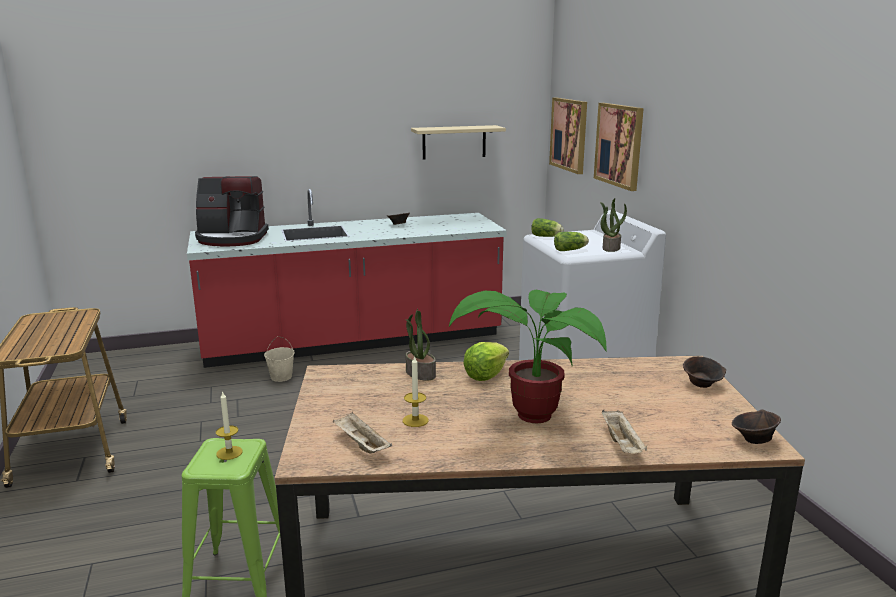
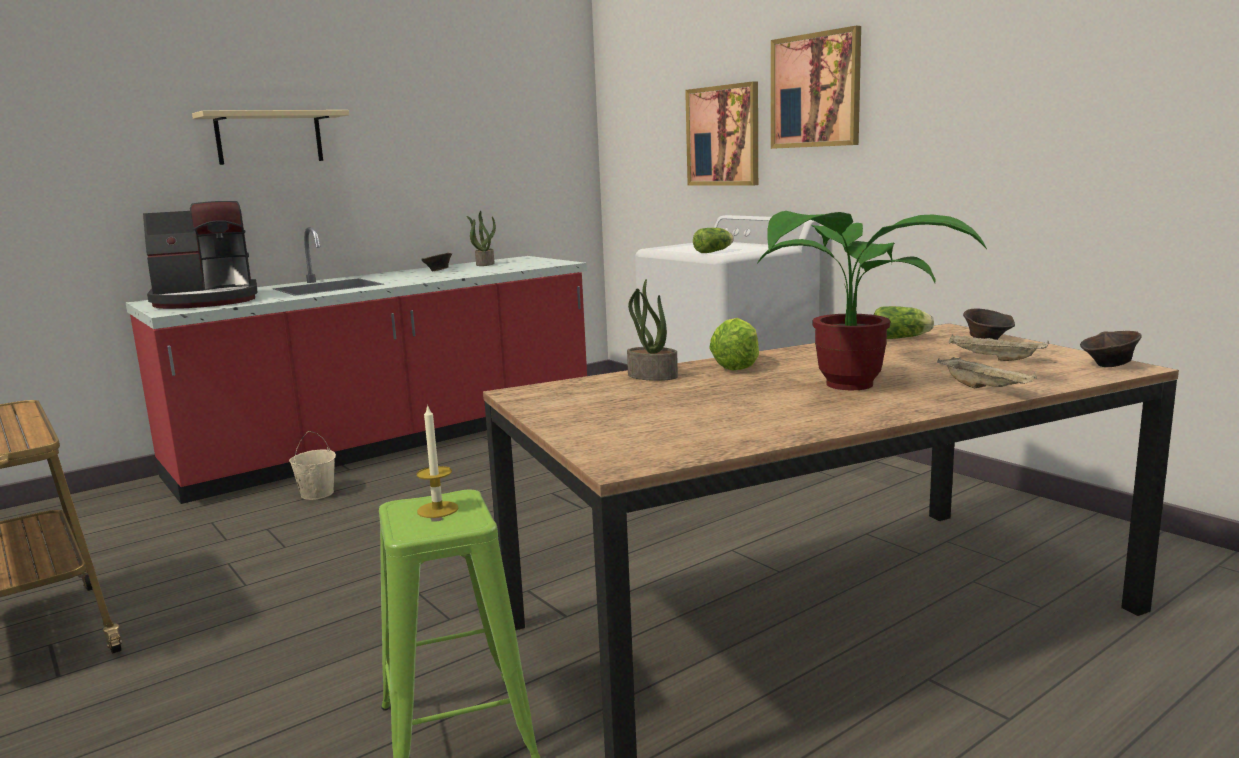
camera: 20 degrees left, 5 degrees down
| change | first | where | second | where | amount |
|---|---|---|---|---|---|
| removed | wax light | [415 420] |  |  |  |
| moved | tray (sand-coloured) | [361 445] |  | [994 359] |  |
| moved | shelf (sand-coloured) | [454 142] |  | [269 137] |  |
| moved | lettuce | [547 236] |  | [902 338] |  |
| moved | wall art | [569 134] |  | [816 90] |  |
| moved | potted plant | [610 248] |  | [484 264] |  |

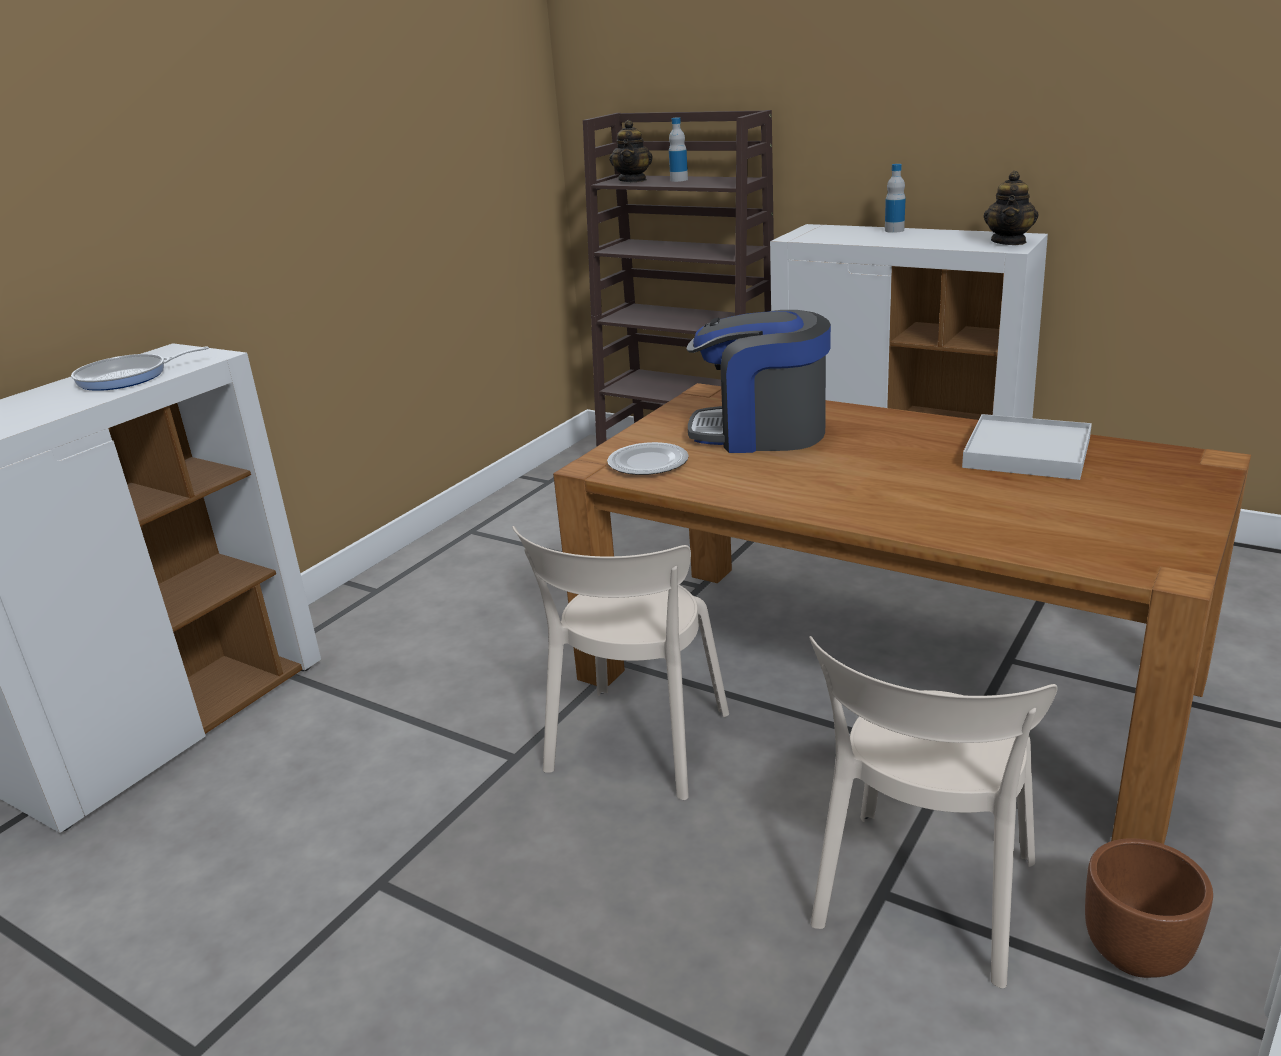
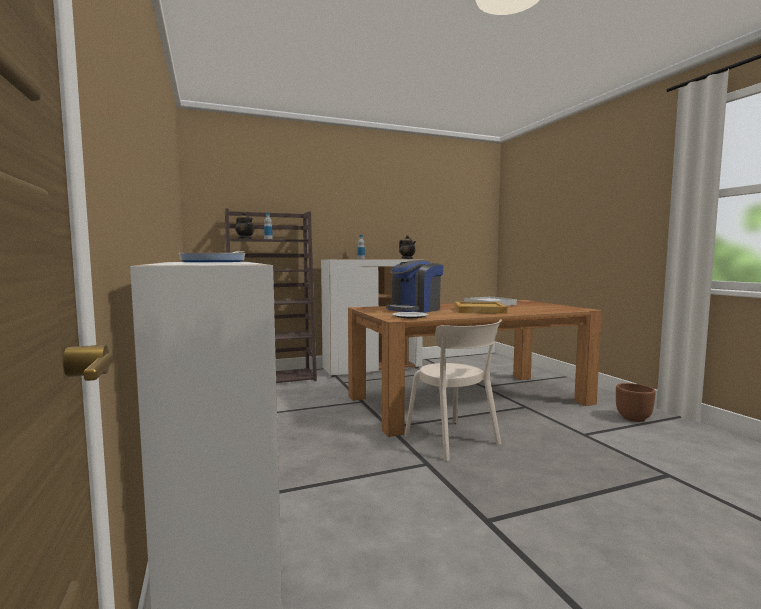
camera: 55 degrees left, 20 degrees down
| change | first | where | second | where | amount |
|---|---|---|---|---|---|
| removed | chair (sand-coloured) | [922 901] |  |  |  |
| added |  |  | tray (sand-coloured) | [479 310] |  |

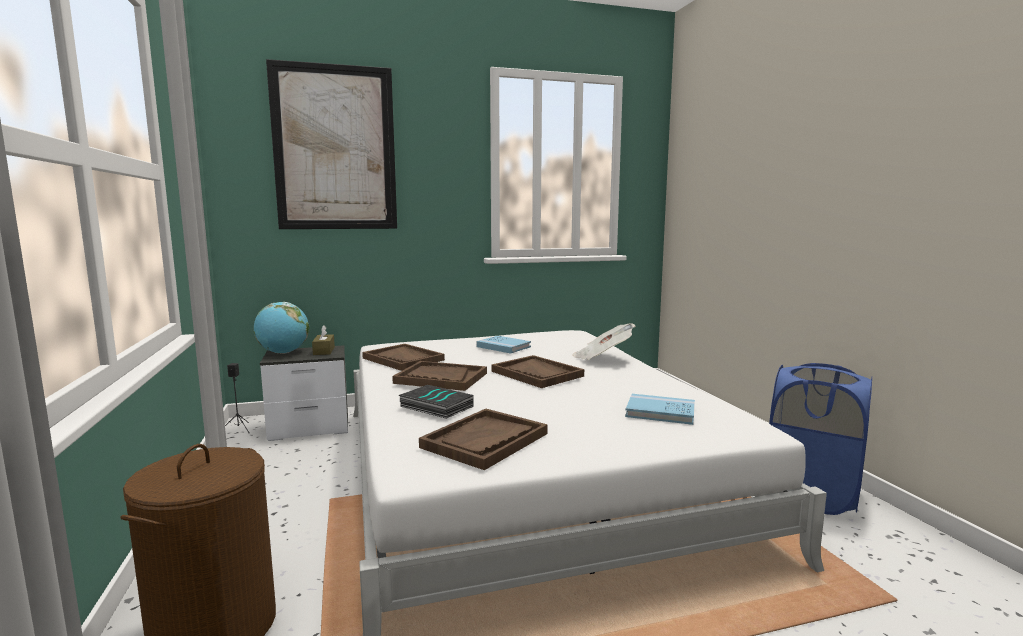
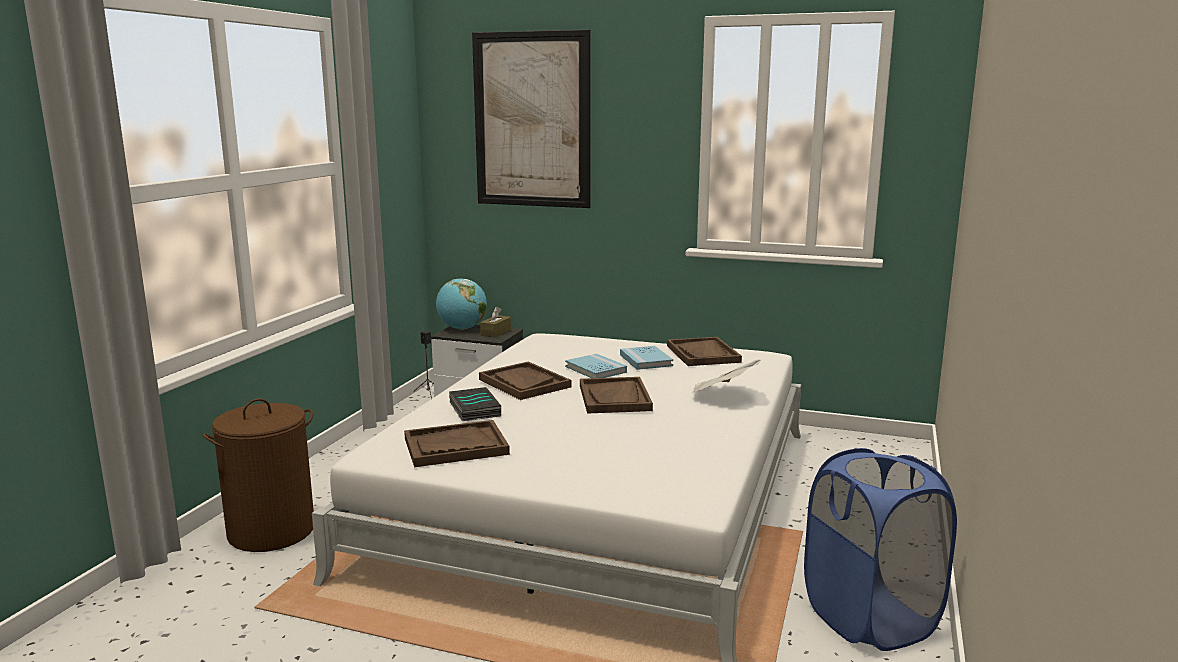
camera: 35 degrees right, 5 degrees up
| change | first | where | second | where | amount |
|---|---|---|---|---|---|
| moved | tray (brownish) | [403 359] |  | [703 354] |  |
| moved | volume (blue) | [660 412] |  | [595 369] |  |

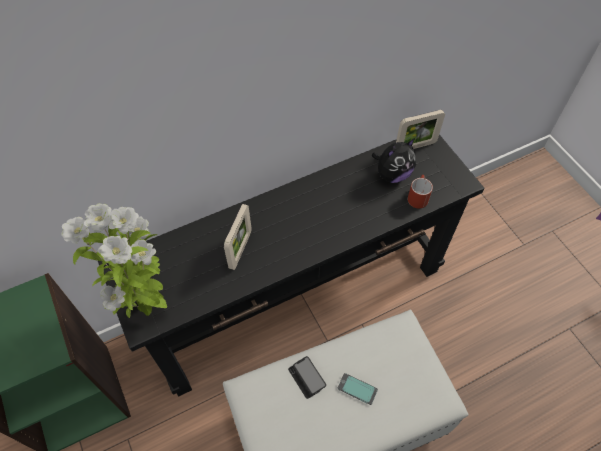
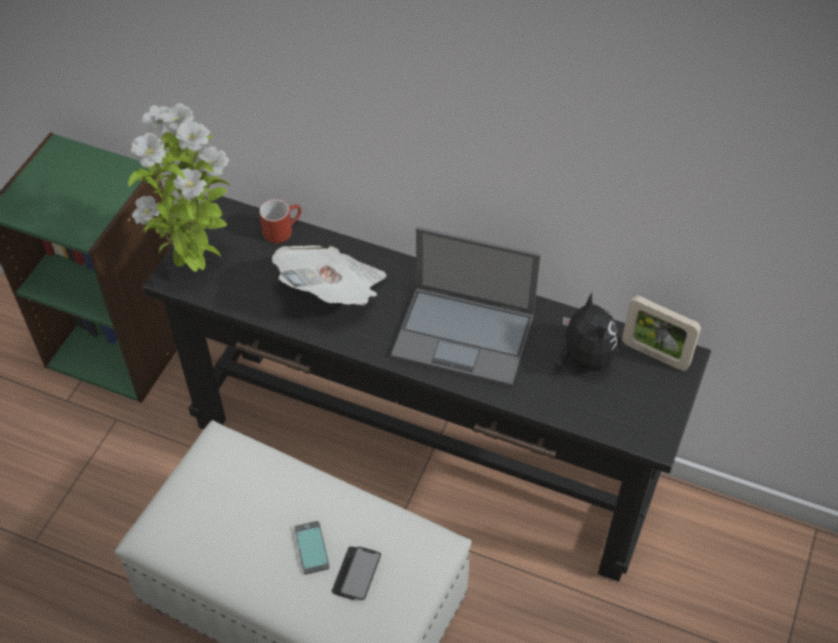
camera: 50 degrees right, 5 degrees down
| change | first | where | second | where | amount |
|---|---|---|---|---|---|
| added |  |  | notebook computer | [465 335] |  |
| moved | phone | [307 377] |  | [356 574] |  |
| moved | tea mug (red) | [417 196] |  | [282 229] |  |
| replaced | standing frame | [240 250] | daily paper | [333 292] |  |
| turned | cuddly toy | [392 174] |  | [584 359] | 120 degrees counterclockwise |

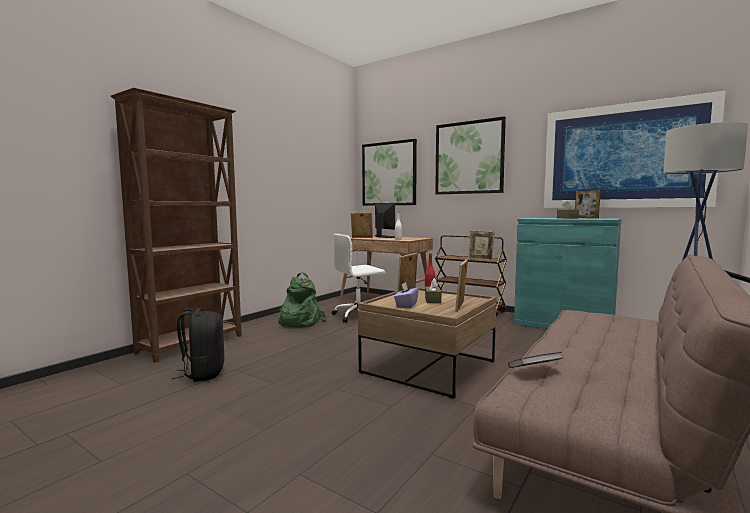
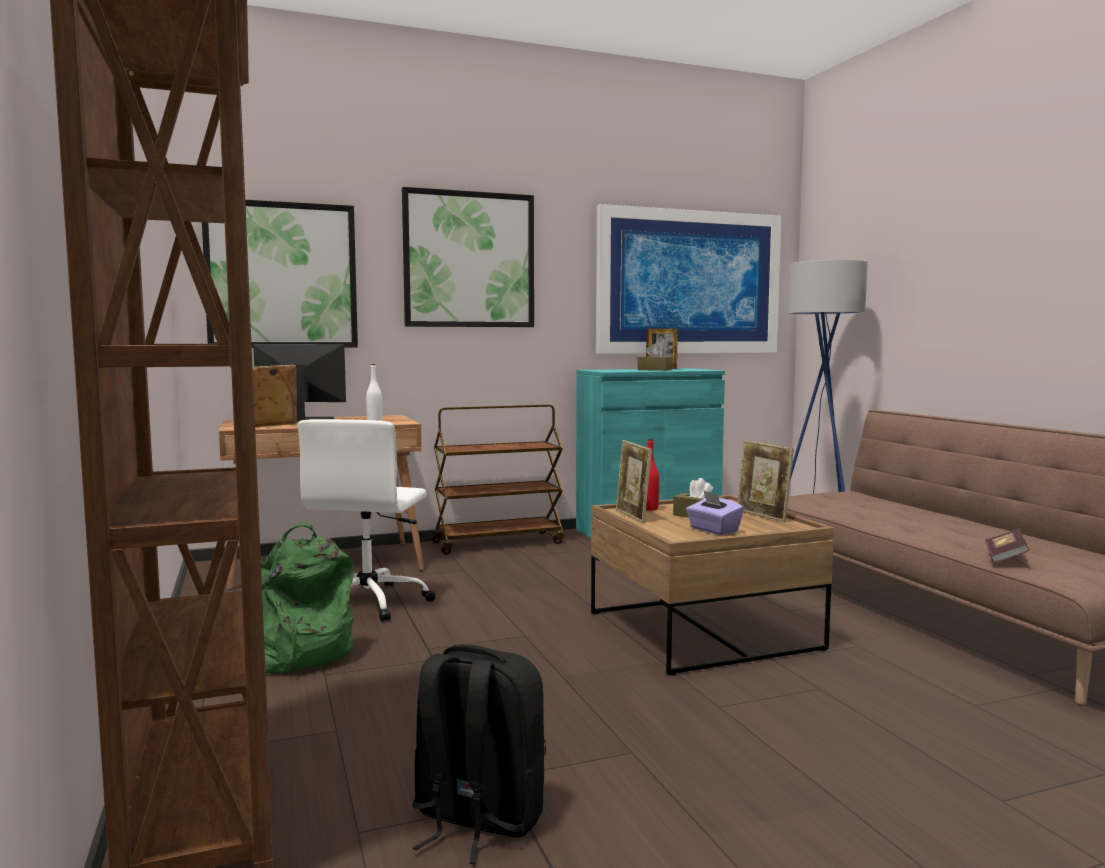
camera: 55 degrees left, 0 degrees up
| change | first | where | second | where | amount |
|---|---|---|---|---|---|
| removed | standing frame | [480 260] |  |  |  |

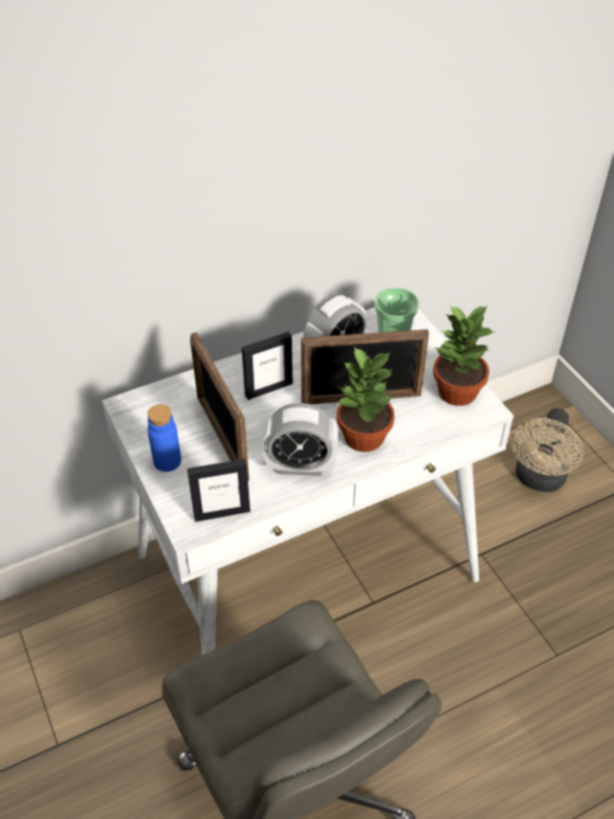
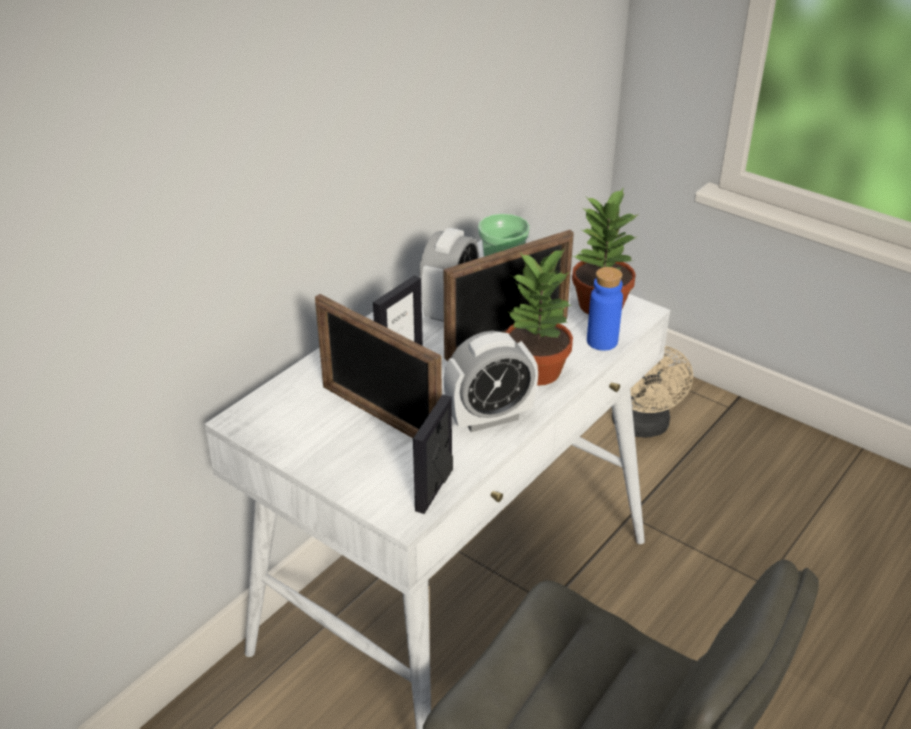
camera: 25 degrees left, 10 degrees down
| change | first | where | second | where | amount |
|---|---|---|---|---|---|
| moved | drink bottle (blue) | [167 461] |  | [602 341] |  |
| turned | standing frame | [222 513] |  | [434 489] | 150 degrees clockwise |

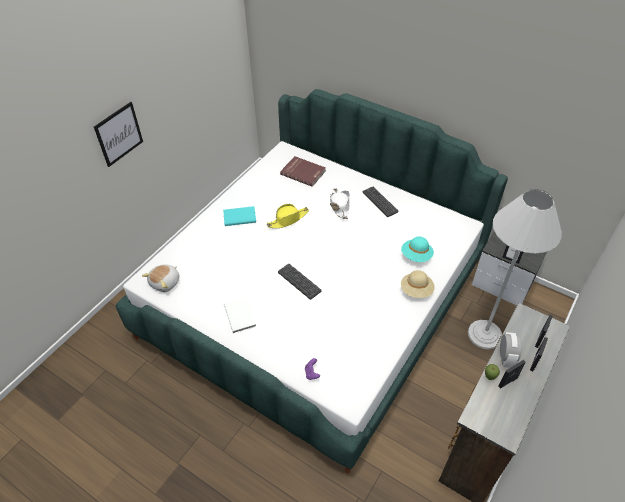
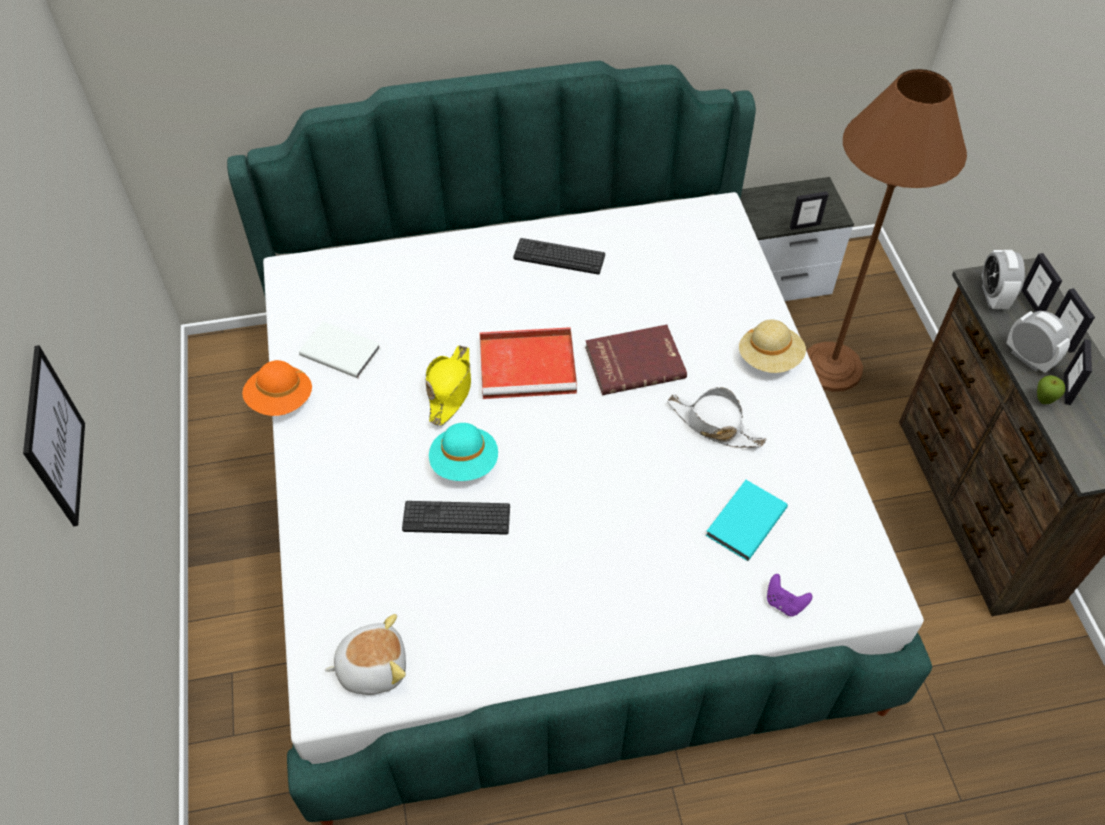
camera: 45 degrees left, 5 degrees up
| change | first | where | second | where | amount |
|---|---|---|---|---|---|
| added |  |  | wearable hat (orangey) | [281 400] |  |
| added |  |  | tray (red) | [529 365] |  |
| added |  |  | bedside clock | [992 296] |  |
| moved | volume (turquoise) | [239 217] |  | [744 521] |  |
| moved | volume (white-coloured) | [240 315] |  | [340 350] |  |
| moved | computer keyboard | [299 281] |  | [456 518] |  |
| moved | volume (red) | [303 172] |  | [634 361] |  |
| moved | wearable hat (white-coloured) | [339 206] |  | [714 425] |  |
| moved | wearable hat (turquoise) | [416 256] |  | [465 463] |  |
| recoloured | standing lamp (white-coloured) | [484 334] | standing lamp (brownish) | [831 367] |  |
| turned | cuddly toy | [165 283] |  | [372 666] | 90 degrees counterclockwise |

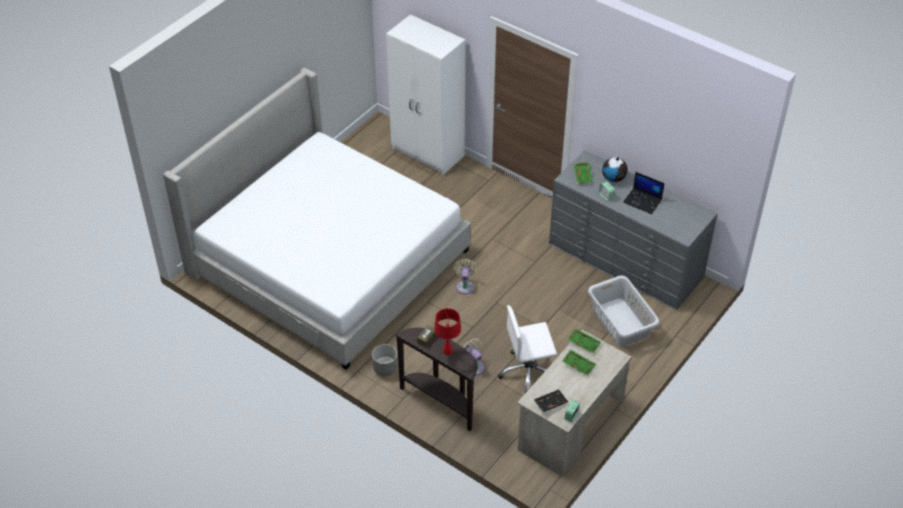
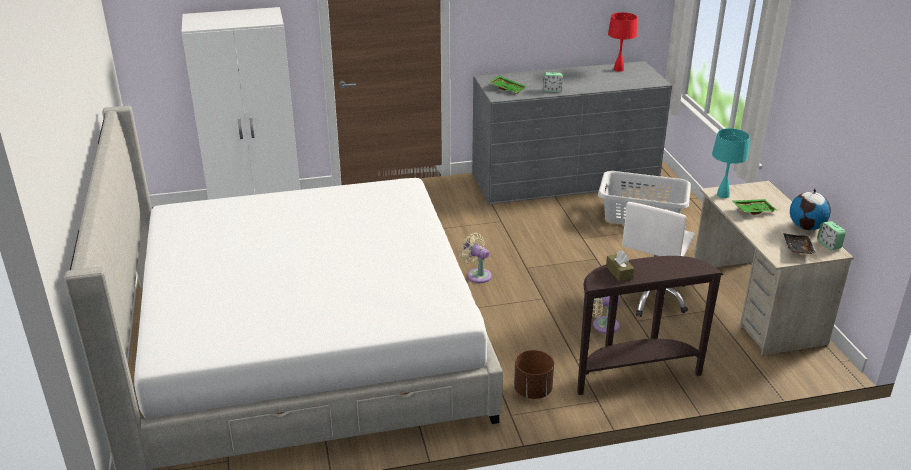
camera: 50 degrees left, 15 degrees down
| change | first | where | second | where | amount |
|---|---|---|---|---|---|
| removed | notebook computer | [643 201] |  |  |  |
| moved | lamp for a table (red) | [447 351] |  | [618 69] |  |
| moved | world globe | [613 178] |  | [806 227] |  |
| replaced | tray (greenish) | [584 343] | lamp for a table (turquoise) | [722 195] |  |
| recoloured | flower pot (gray) | [385 368] | flower pot (brownish) | [532 390] |  |

